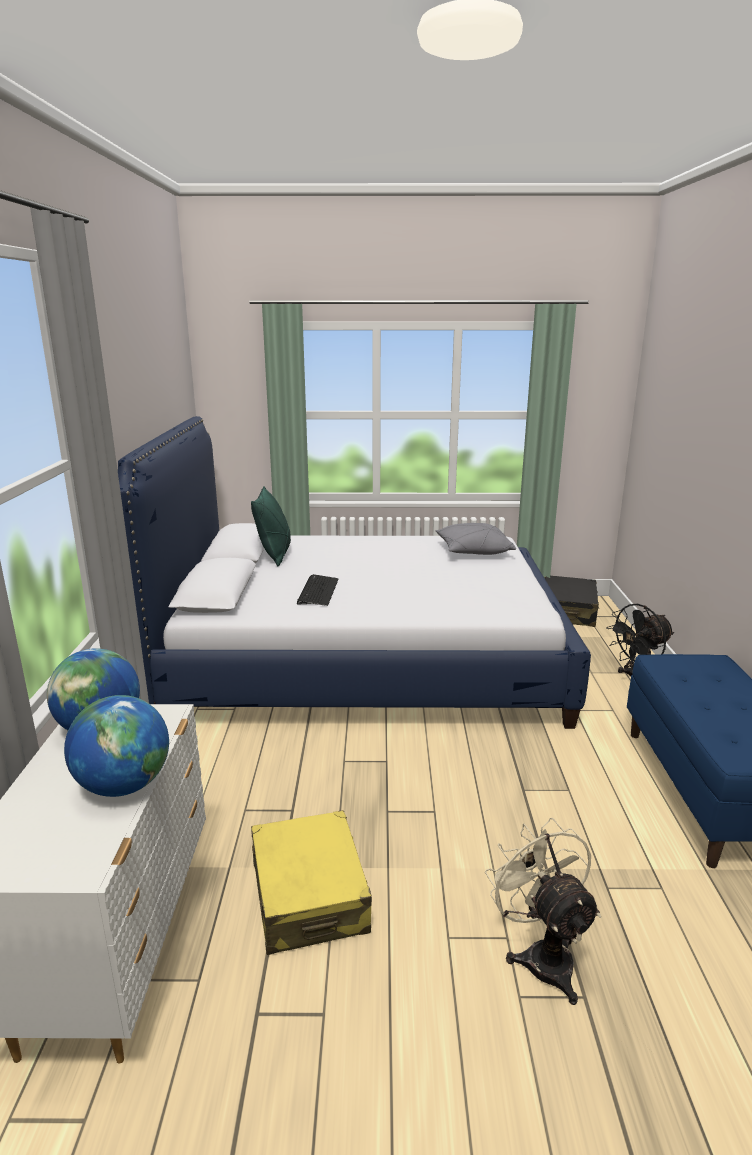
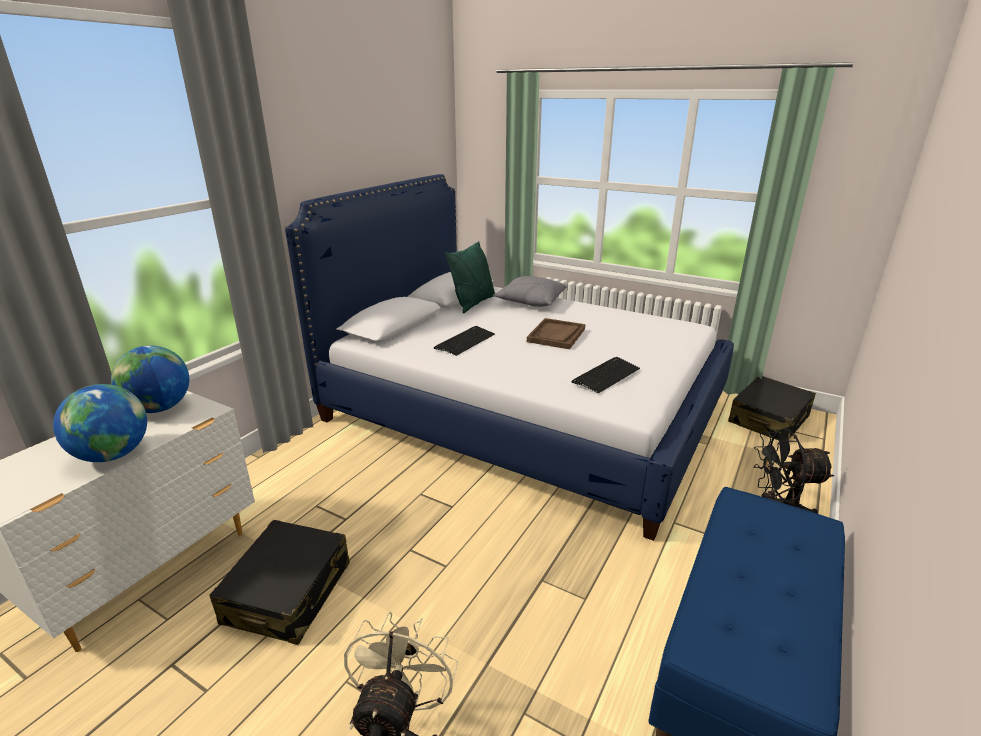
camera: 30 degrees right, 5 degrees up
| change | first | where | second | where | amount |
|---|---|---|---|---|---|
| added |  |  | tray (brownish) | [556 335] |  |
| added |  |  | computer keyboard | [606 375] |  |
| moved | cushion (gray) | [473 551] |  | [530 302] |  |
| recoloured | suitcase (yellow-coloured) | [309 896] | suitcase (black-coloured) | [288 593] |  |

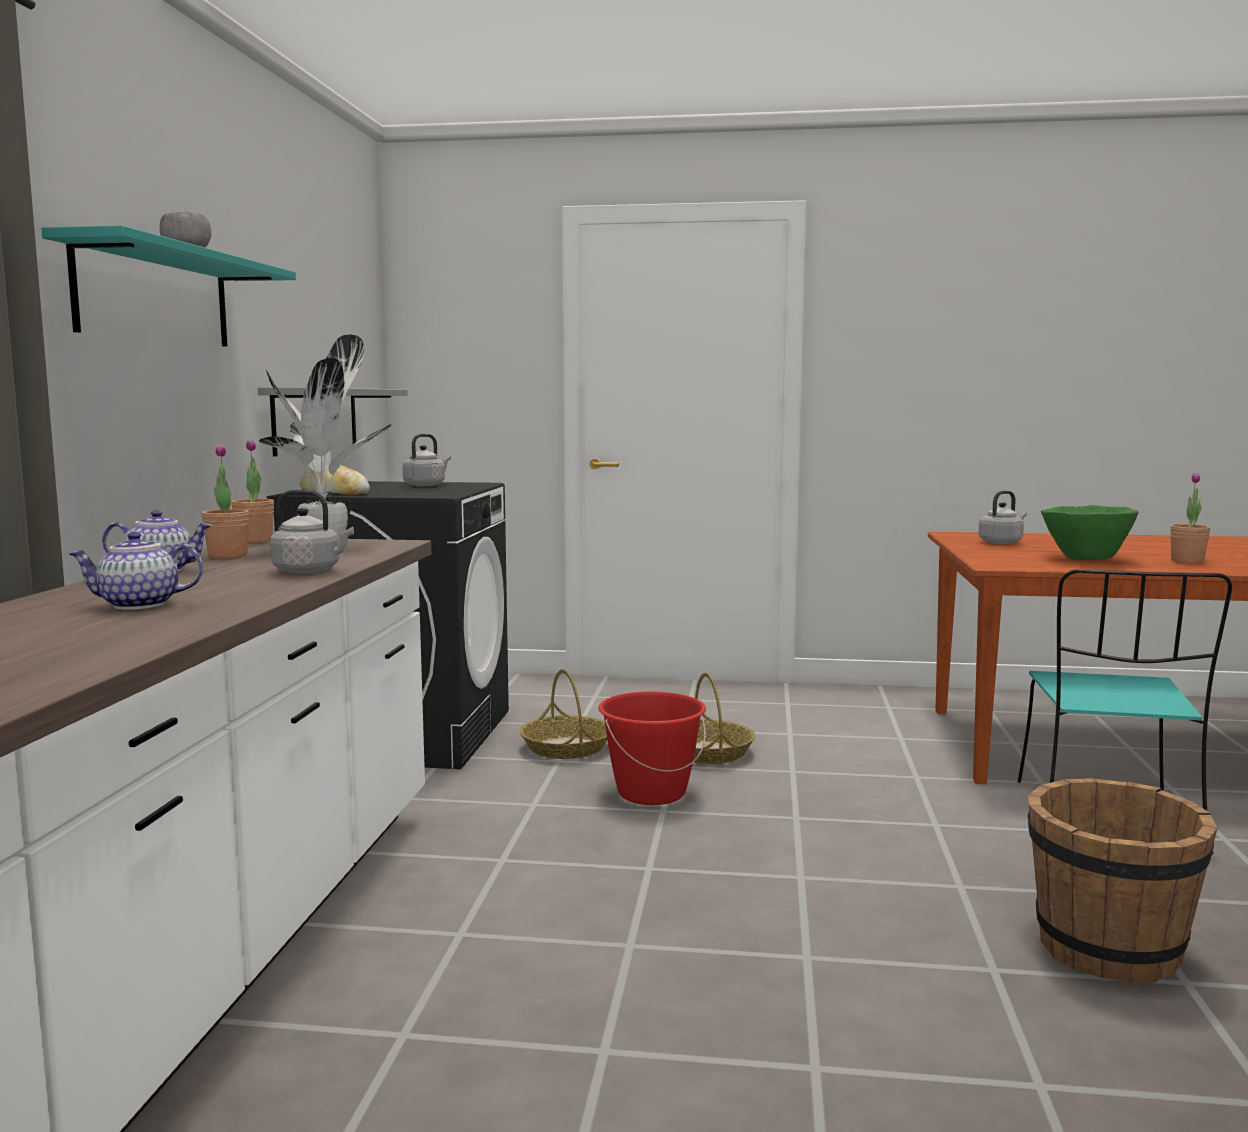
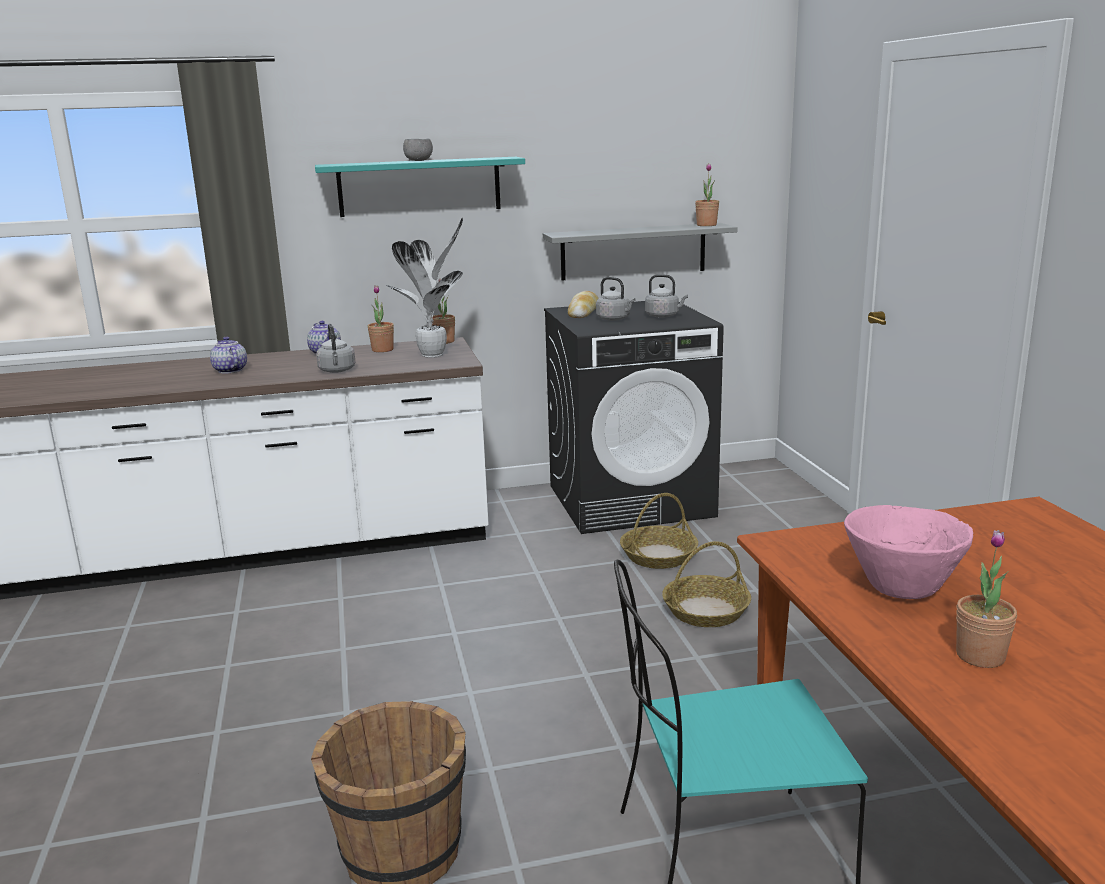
camera: 70 degrees right, 10 degrees up
| change | first | where | second | where | amount |
|---|---|---|---|---|---|
| removed | pail (red) | [651 793] |  |  |  |
| added |  |  | potted plant | [706 225] |  |
| moved | water kettle (gray) | [1002 542] |  | [615 319] |  |
| recoloured | bowl (greenish) | [1085 559] | bowl (pink) | [901 588] |  |

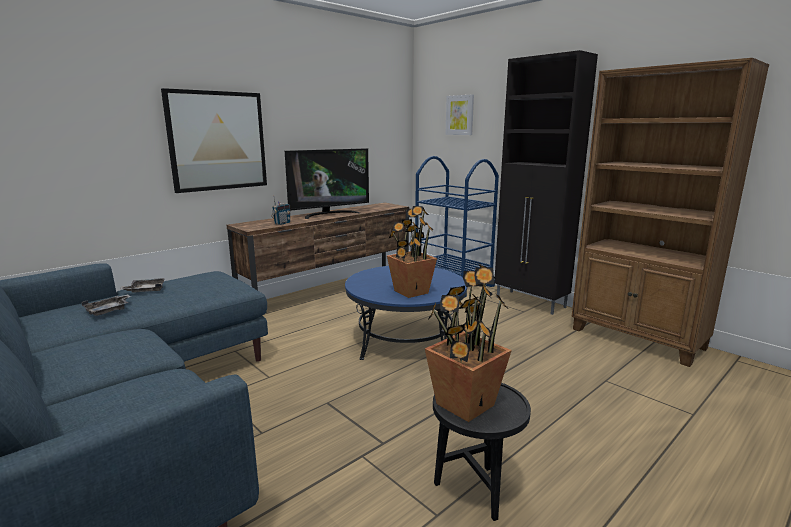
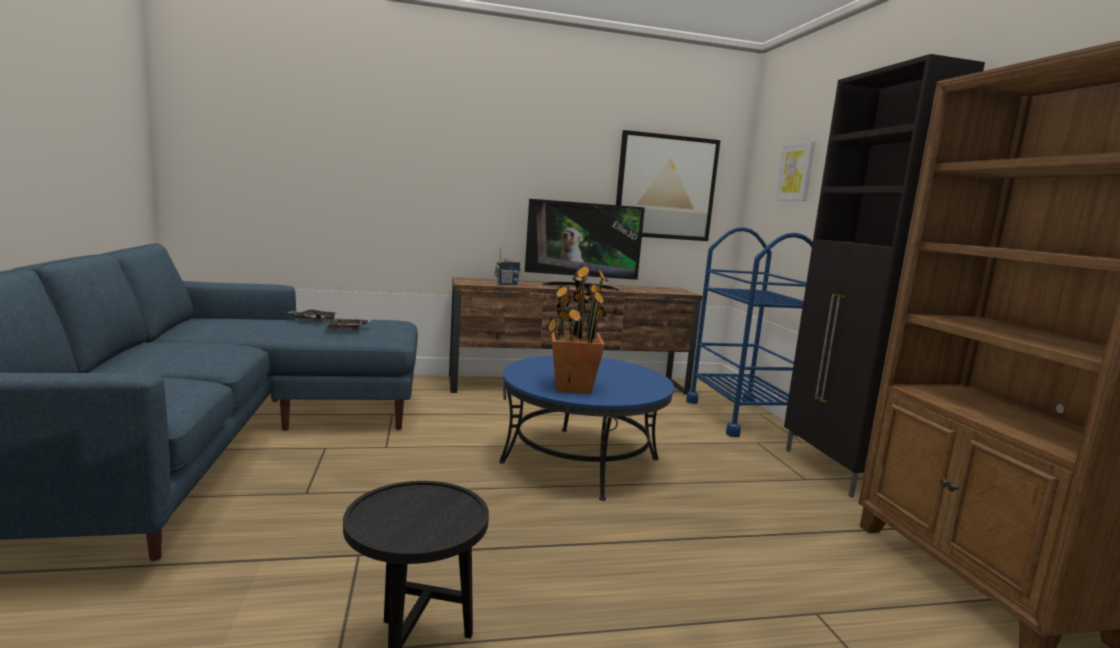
camera: 30 degrees right, 5 degrees down
| change | first | where | second | where | amount |
|---|---|---|---|---|---|
| removed | potted plant | [464 404] |  |  |  |
| moved | tray (gray) | [108 310] |  | [346 329] |  |
| moved | wall art | [217 141] |  | [665 187] |  |

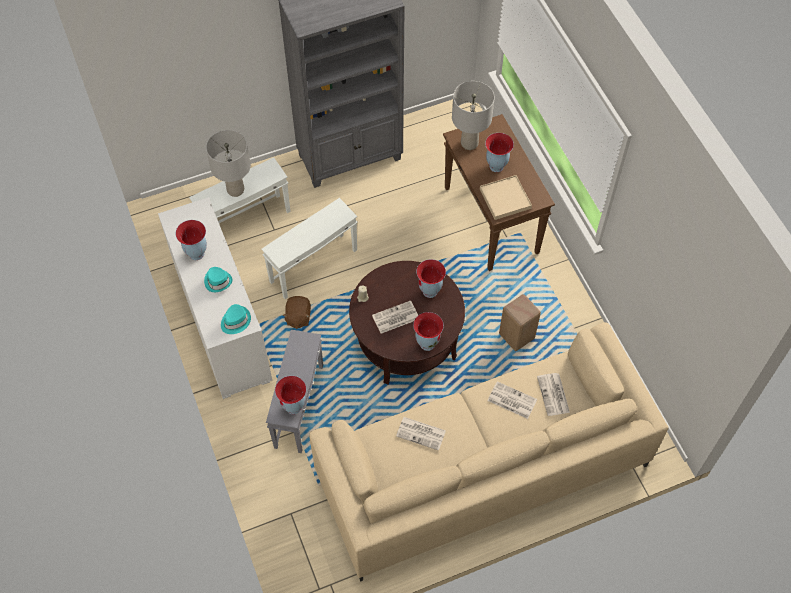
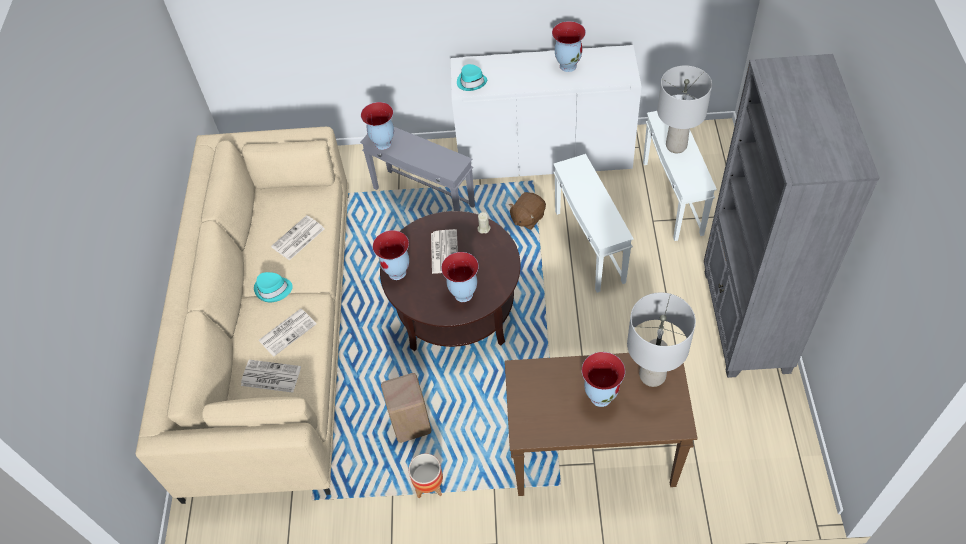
camera: 115 degrees right, 5 degrees down
| change | first | where | second | where | amount |
|---|---|---|---|---|---|
| removed | tray (sand-coloured) | [505 199] |  |  |  |
| added |  |  | flower pot | [429 485] |  |
| moved | wearable hat (turquoise) | [218 281] |  | [273 289] |  |
| turned | cuddly toy (brownish) | [298 317] |  | [527 218] | 75 degrees counterclockwise |

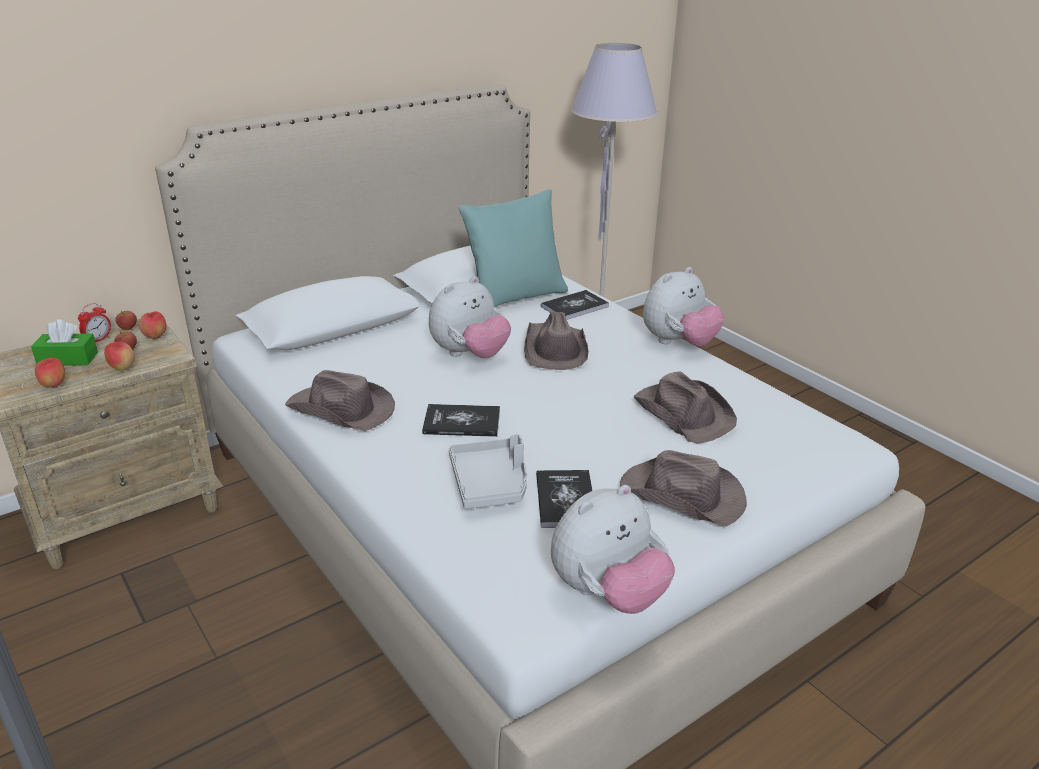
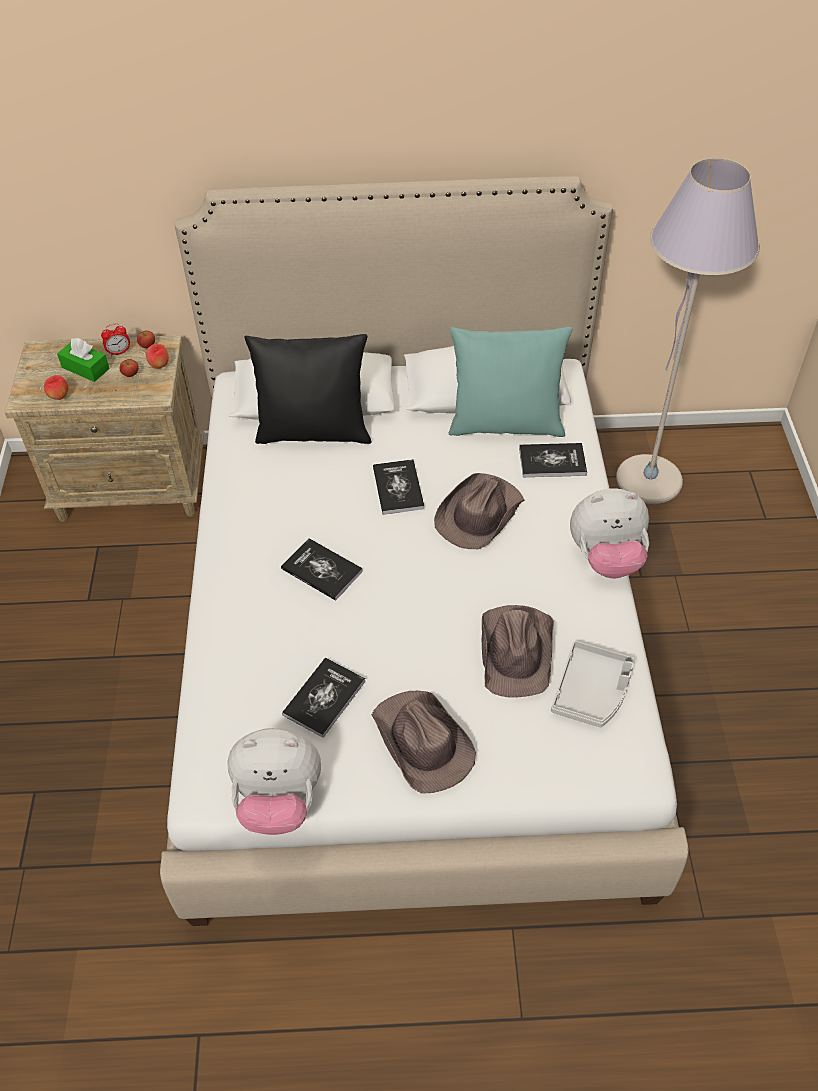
camera: 35 degrees right, 20 degrees up
| change | first | where | second | where | amount |
|---|---|---|---|---|---|
| removed | apple fruit | [122 368] |  |  |  |
| removed | wearable hat (brownish) | [341 410] |  |  |  |
| added |  |  | cushion (black-coloured) | [314 432] |  |
| moved | tray (gray) | [490 483] |  | [592 691] |  |
| replaced | cuddly toy | [469 355] | volume | [398 488] |  |

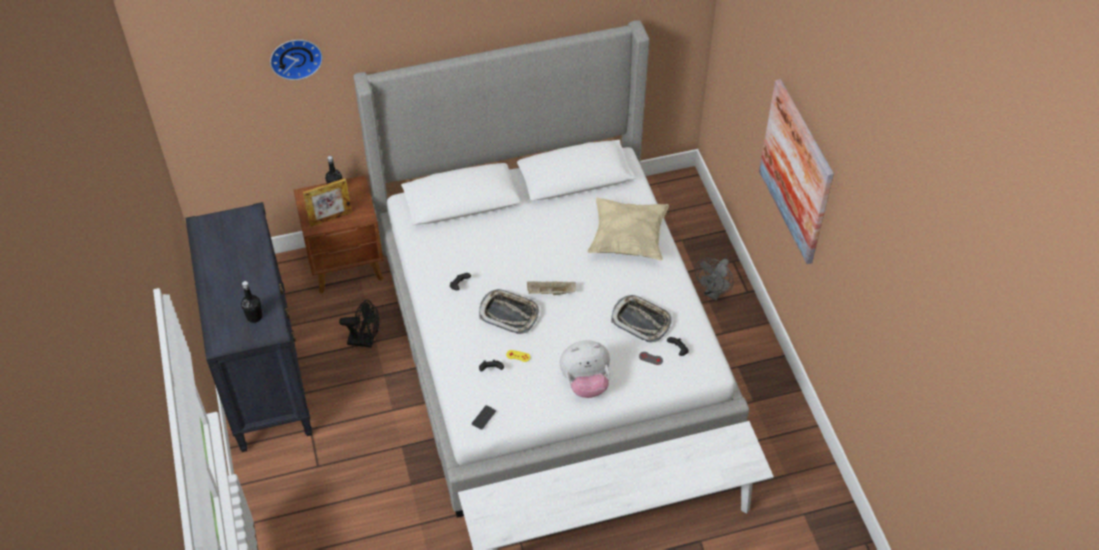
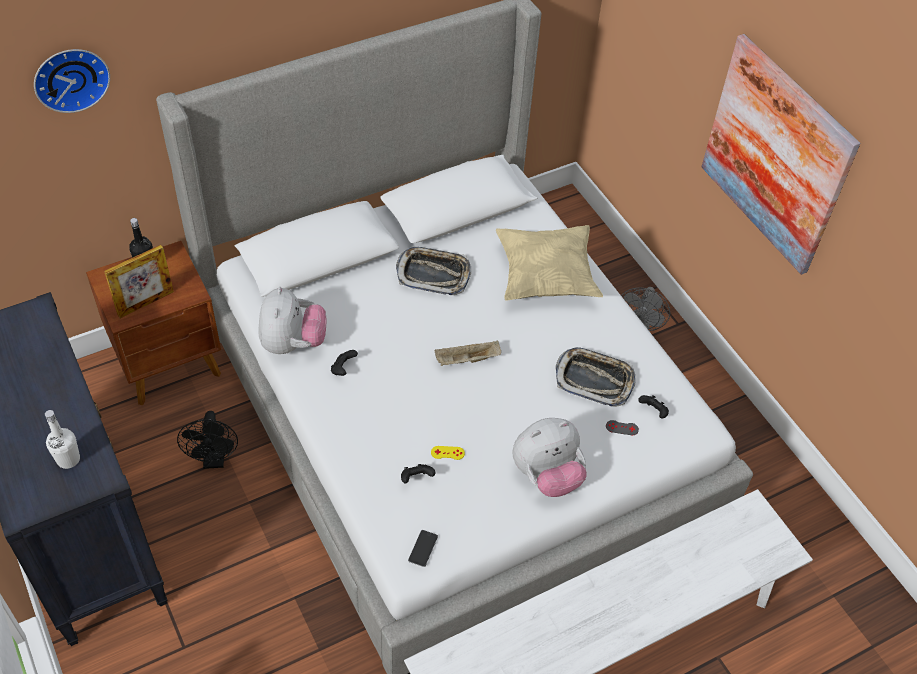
camera: 15 degrees left, 0 degrees up
| change | first | where | second | where | amount |
|---|---|---|---|---|---|
| added |  |  | cuddly toy | [293 343] |  |
| moved | tray | [509 314] |  | [433 274] |  |
| recoloured | drink bottle (black-coloured) | [254 317] | drink bottle (white-coloured) | [68 459] |  |
| turned | fan (black-coloured) | [365 340] |  | [214 459] | 90 degrees clockwise |

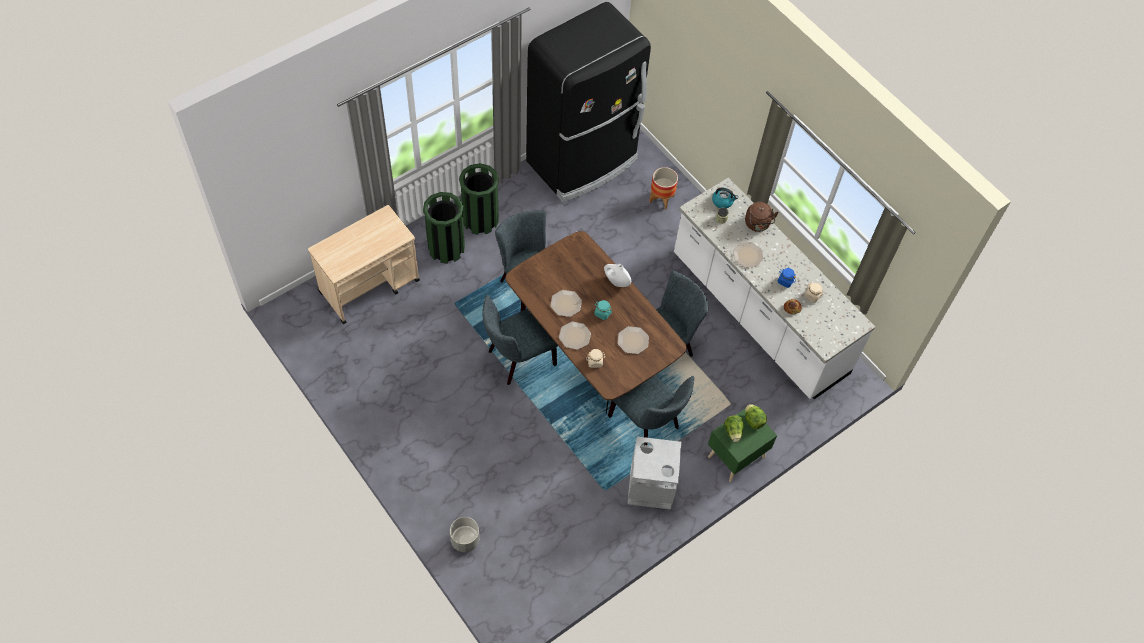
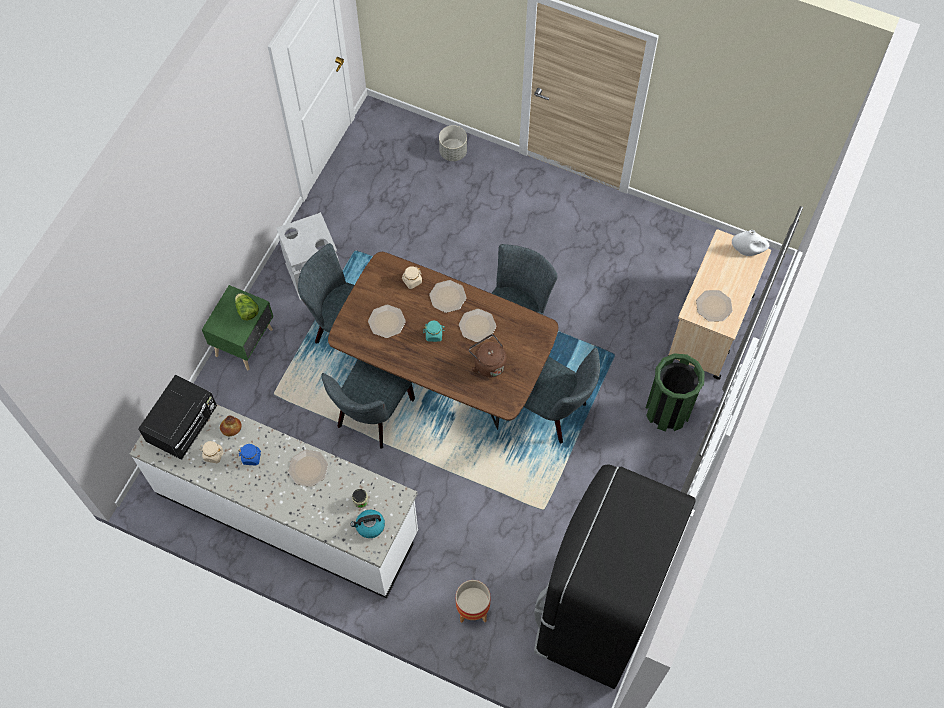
camera: 155 degrees right, 5 degrees up
| change | first | where | second | where | amount |
|---|---|---|---|---|---|
| removed | trash can (greenish) | [480 220] |  |  |  |
| removed | lettuce | [753 420] |  |  |  |
| added |  |  | microwave oven (black-coloured) | [184 425] |  |
| added |  |  | plate | [713 306] |  |
| moved | vase (white-coloured) | [616 282] |  | [747 251] |  |
| moved | water kettle (brownish) | [757 224] |  | [488 363] |  |

